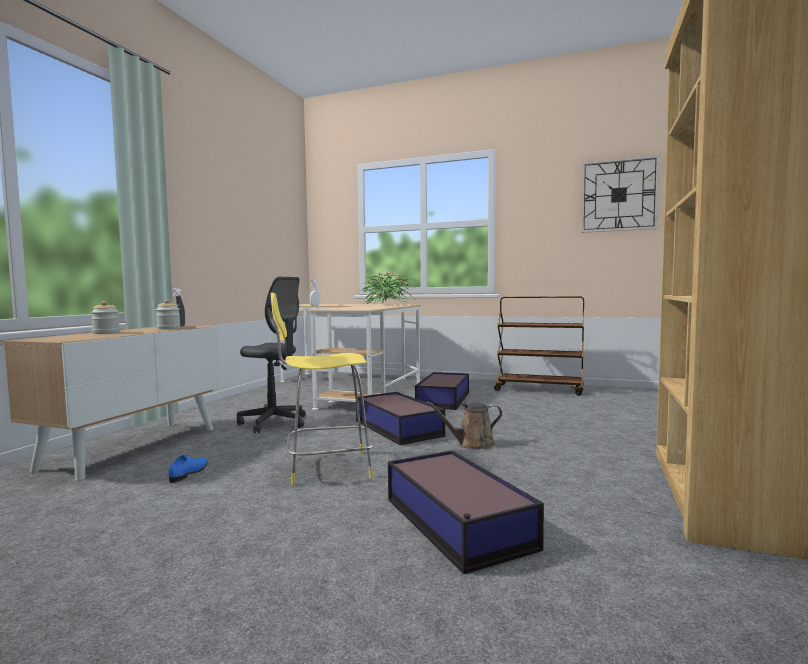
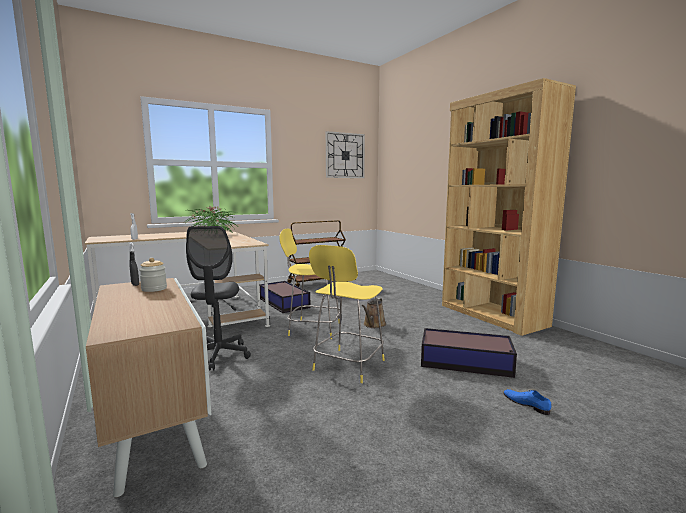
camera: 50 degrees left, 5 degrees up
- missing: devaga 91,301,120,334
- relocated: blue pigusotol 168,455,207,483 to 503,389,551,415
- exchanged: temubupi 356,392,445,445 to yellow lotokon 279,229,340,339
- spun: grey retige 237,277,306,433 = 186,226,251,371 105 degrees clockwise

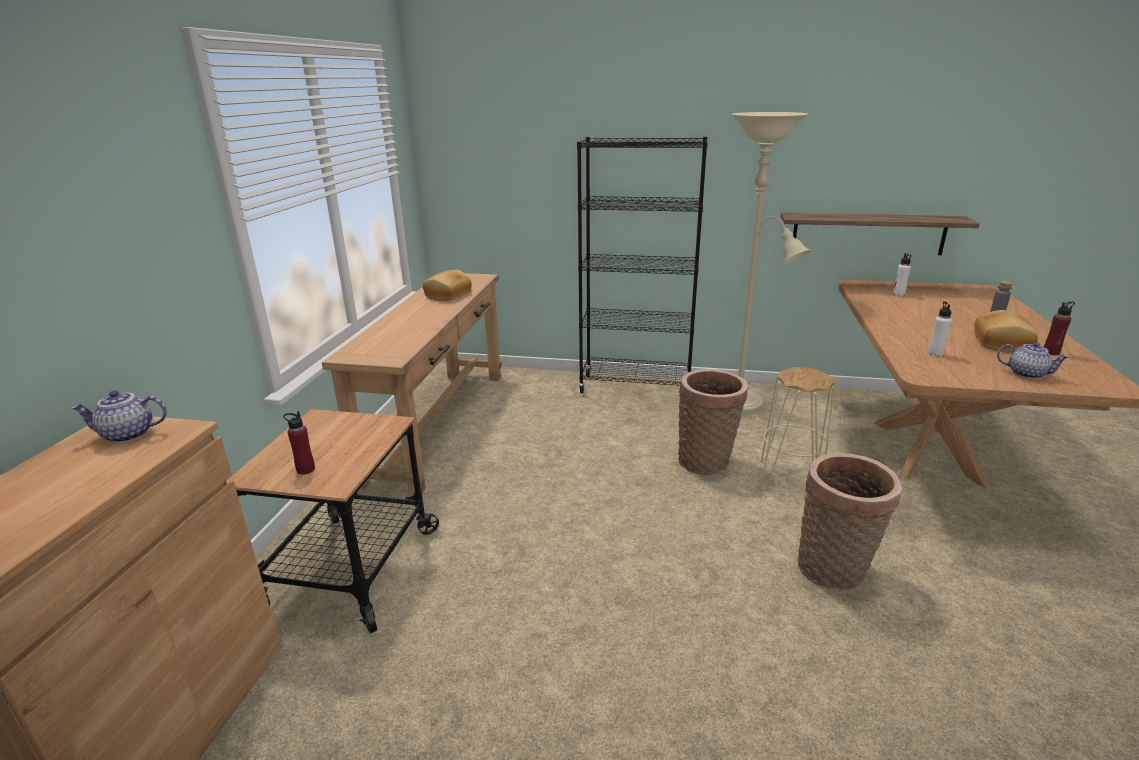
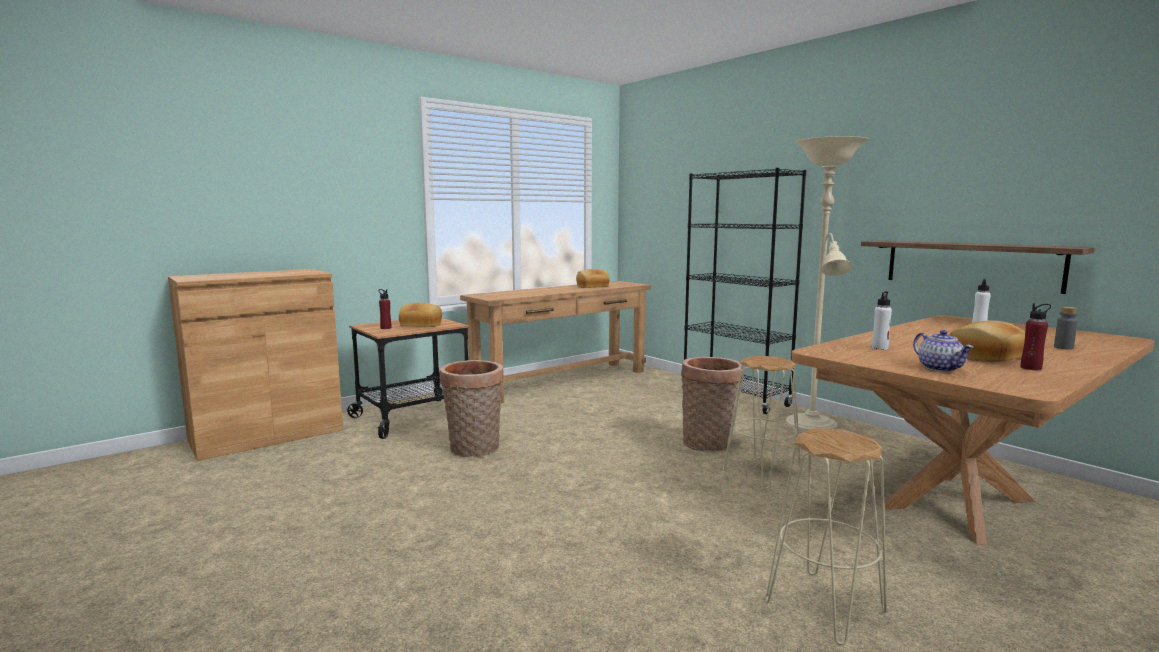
camera: 40 degrees right, 15 degrees down
- missing: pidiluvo 71,391,167,443
- appeared: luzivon 399,303,442,327
- appeared: beige lotokon 766,428,887,645
- relocated: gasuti 798,453,902,590 to 440,360,504,457

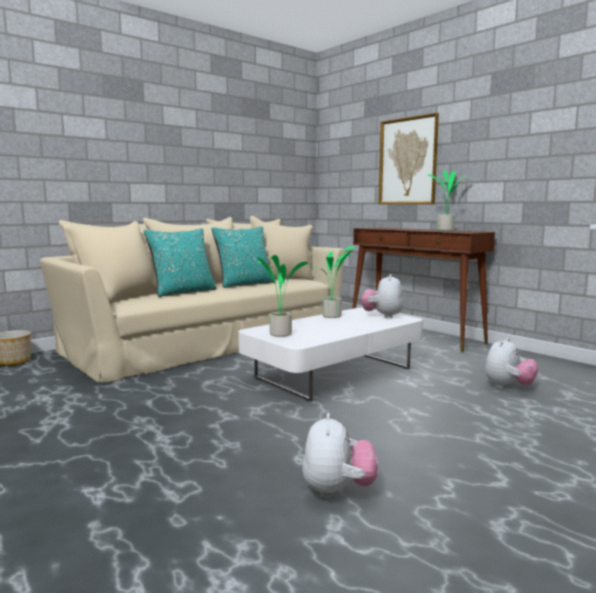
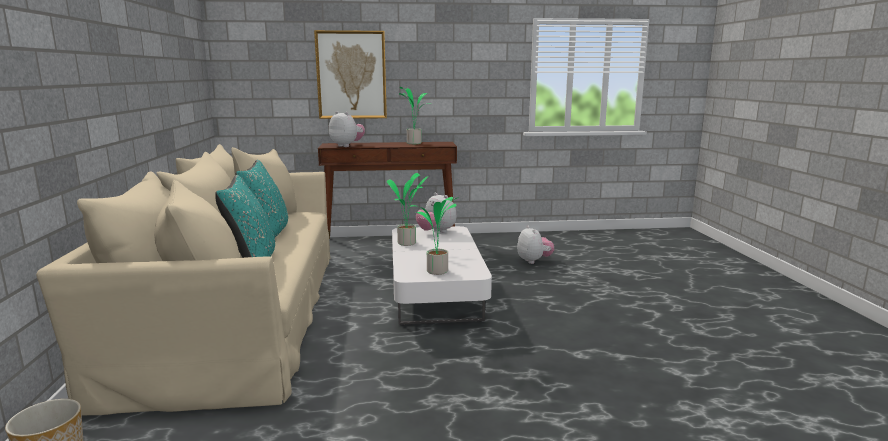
camera: 55 degrees left, 5 degrees up
- relocated: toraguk 302,413,378,498 to 329,111,365,147

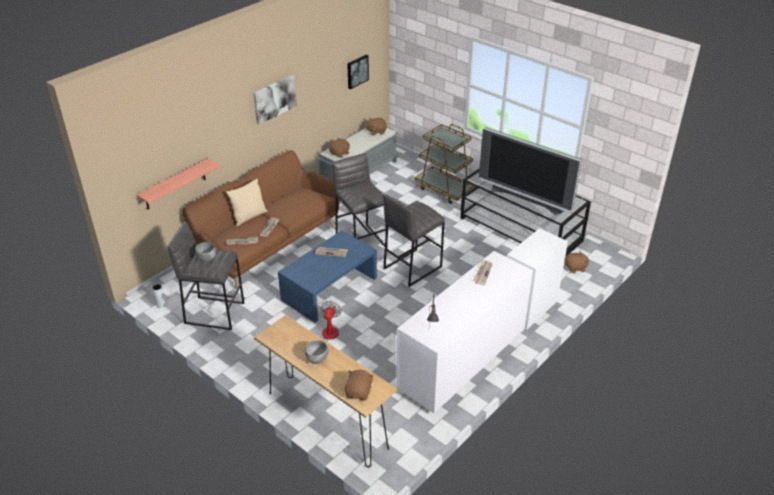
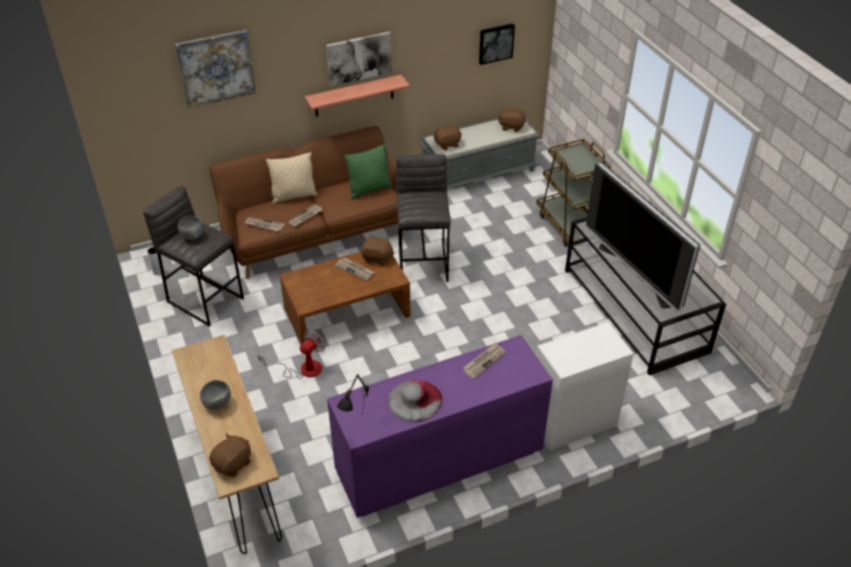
camera: 25 degrees right, 5 degrees up
- missing: grey lotokon 383,194,445,287
- appeared: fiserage 175,30,256,108
- appeared: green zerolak 344,144,393,199
- appeared: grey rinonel 388,380,442,422
- relocated: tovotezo 137,158,221,209 to 305,75,410,116
- relocated: brown toraguk 565,251,589,273 to 361,237,395,265
- colour: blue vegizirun 278,230,377,323 to brown vegizirun 279,252,411,344
- colour: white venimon 396,251,533,413 to purple venimon 327,335,553,518

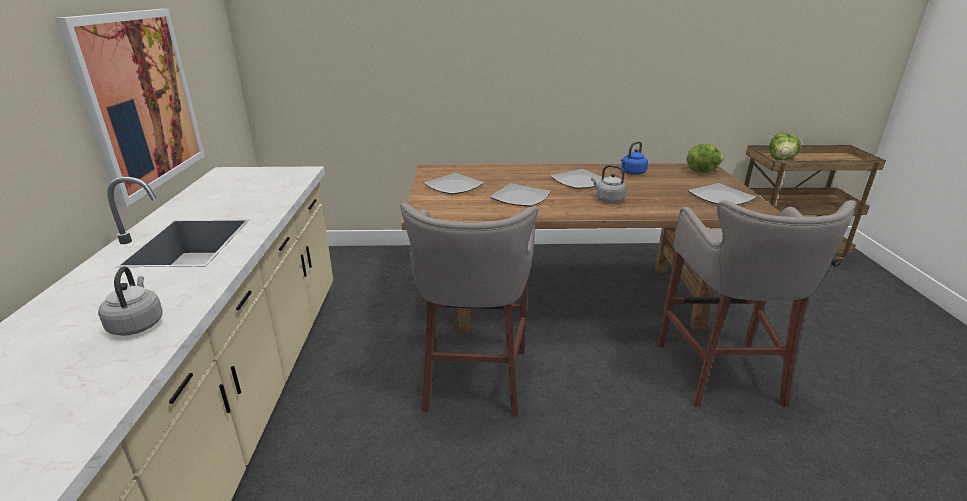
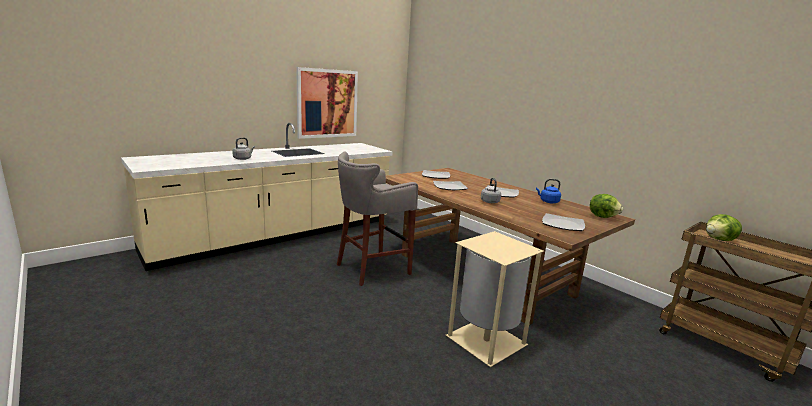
camera: 50 degrees right, 10 degrees down
- exchanged: grey lotokon 658,200,856,407 to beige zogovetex 446,231,544,367

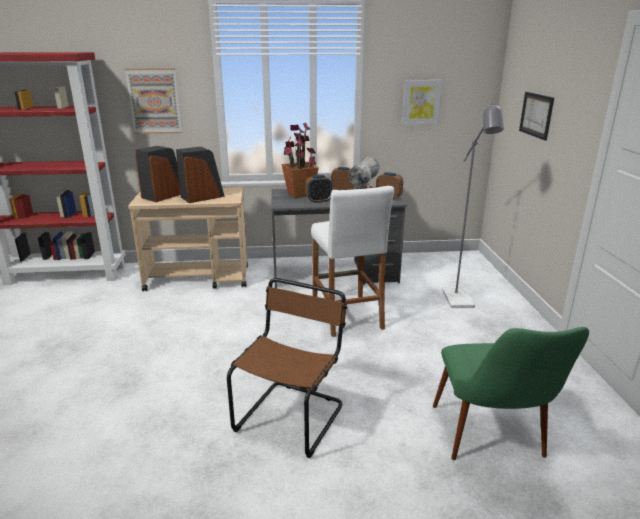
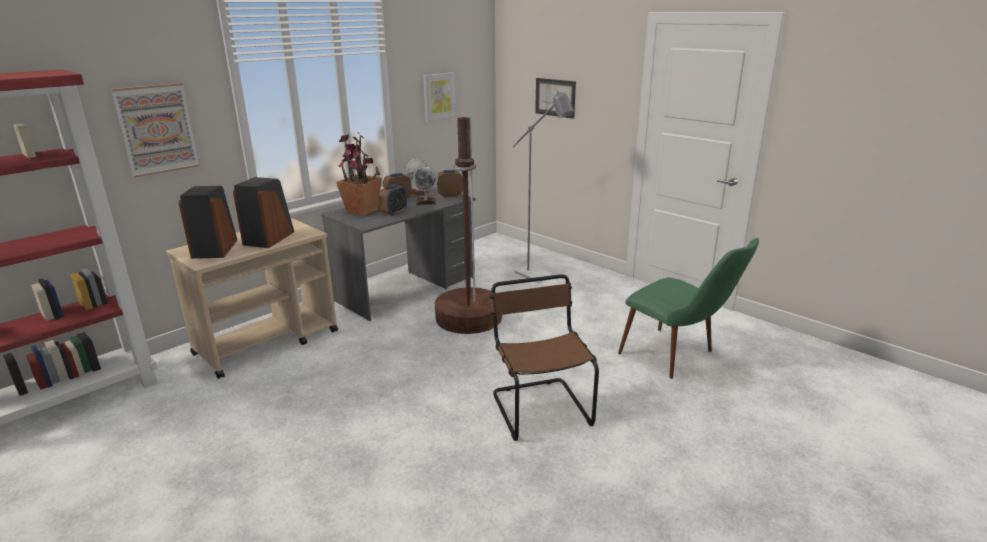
camera: 40 degrees left, 0 degrees up
- exchanged: white lotokon 311,186,394,337 to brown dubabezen 435,117,502,334

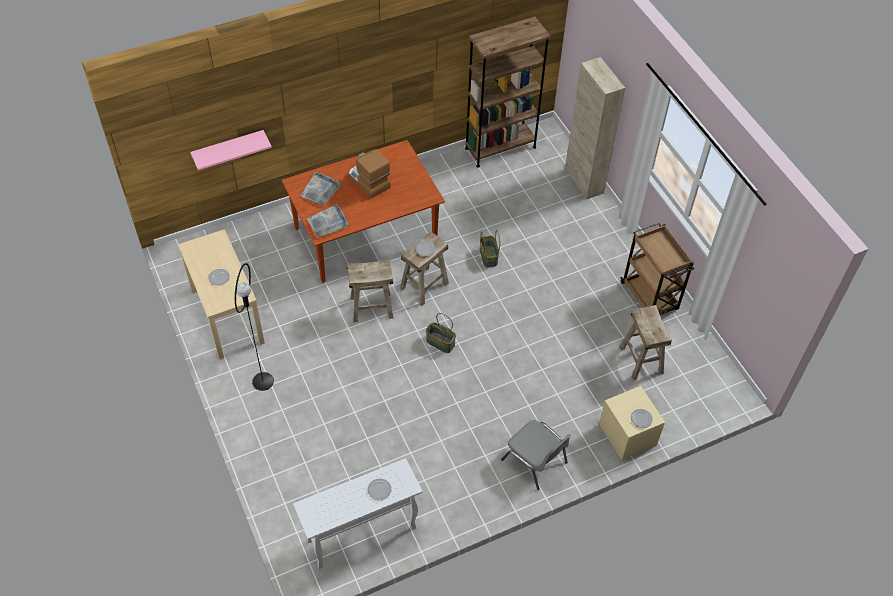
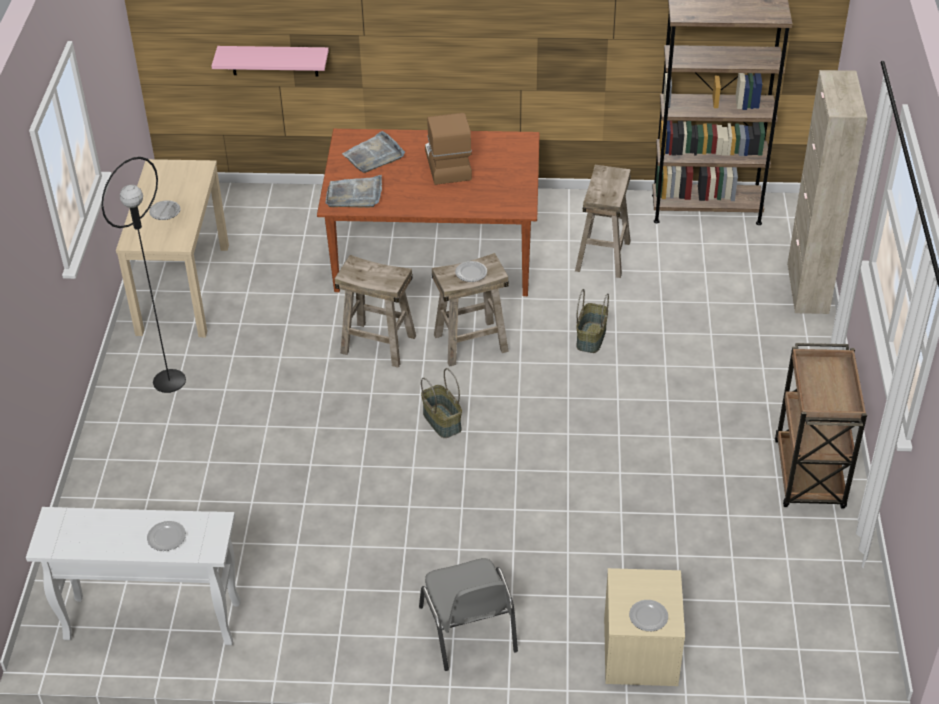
camera: 30 degrees right, 10 degrees down
- relocated: beige lotokon 620,305,672,380 to 575,165,631,278

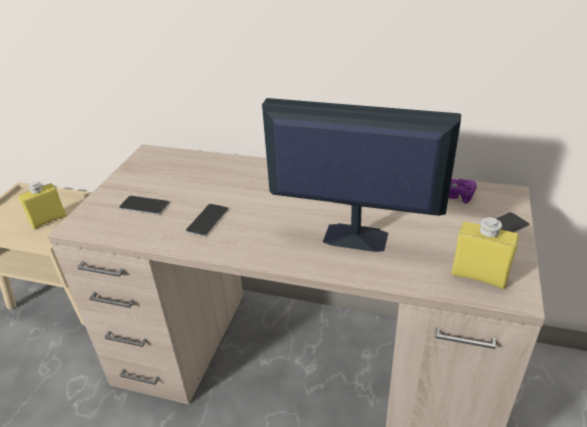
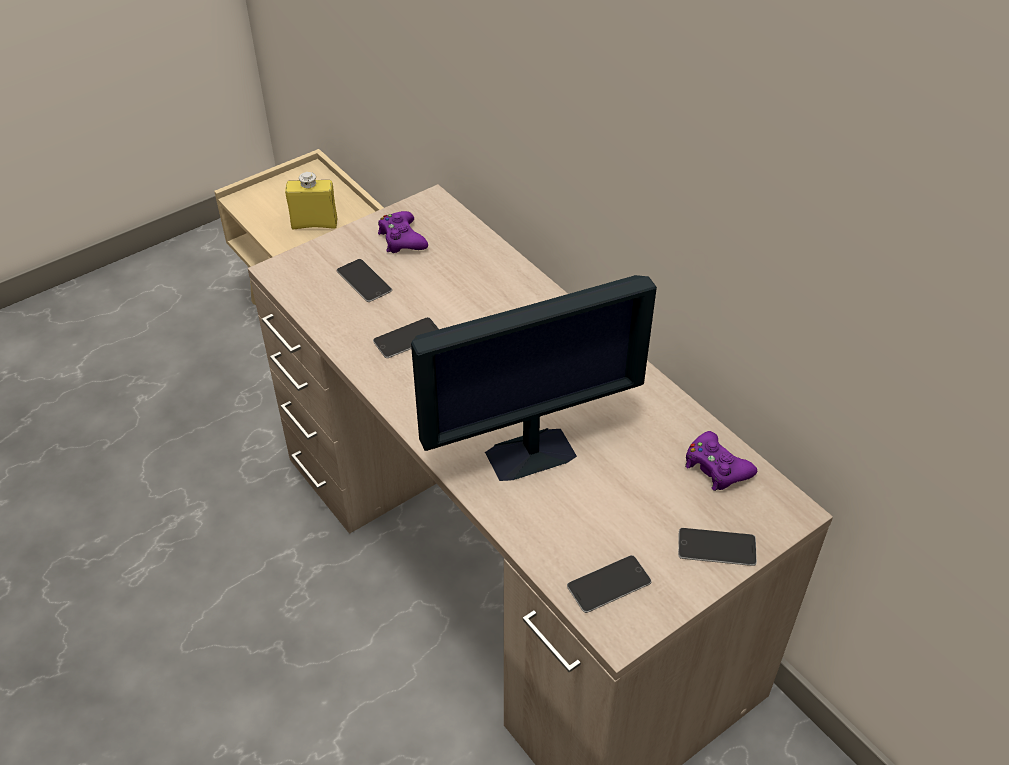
camera: 35 degrees right, 10 degrees up
- appeared: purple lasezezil 378,211,428,253
- exchanged: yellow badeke 451,217,519,289 to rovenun 567,555,652,613
- spun: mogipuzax 262,98,461,252 = 411,275,657,481 105 degrees clockwise

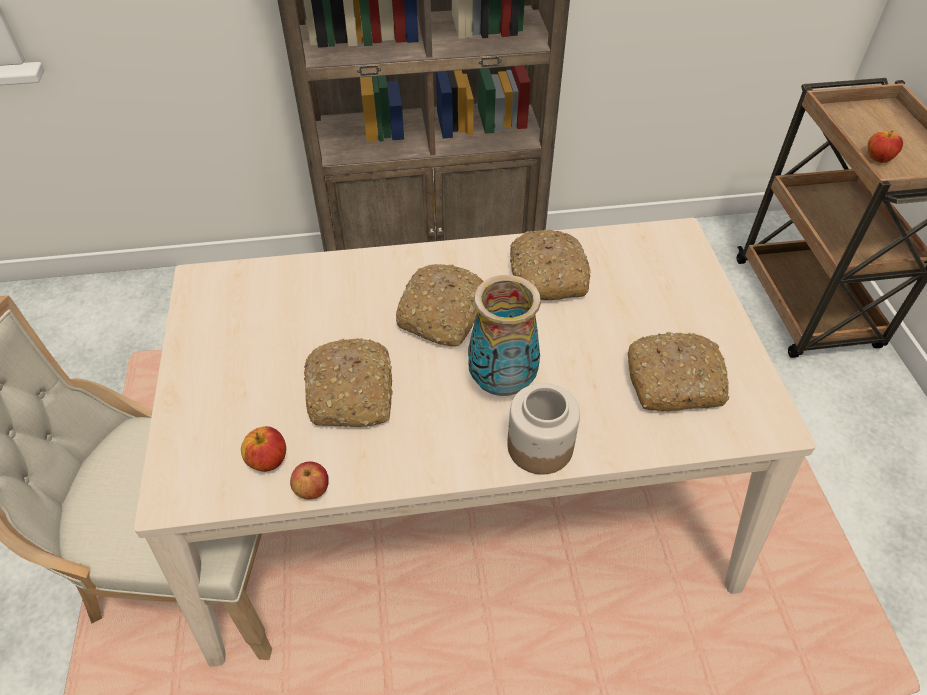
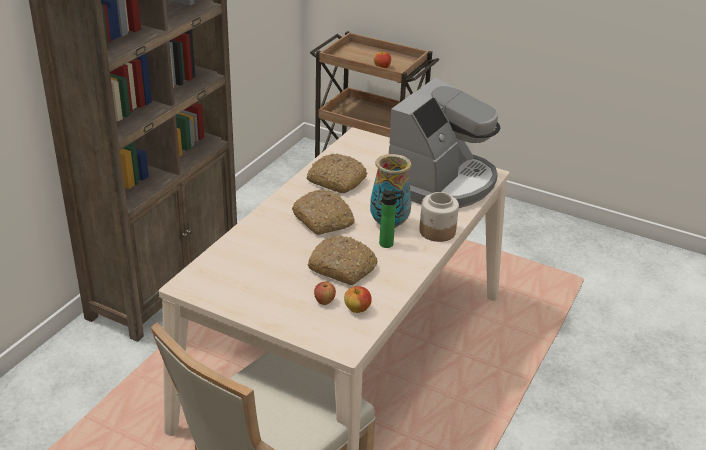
camera: 55 degrees left, 15 degrees down
- appeared: badeke 379,190,403,248
- relocated: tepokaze 290,461,329,499 to 314,282,336,305
- exchanged: luzivon 628,332,729,412 to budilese 389,77,500,208

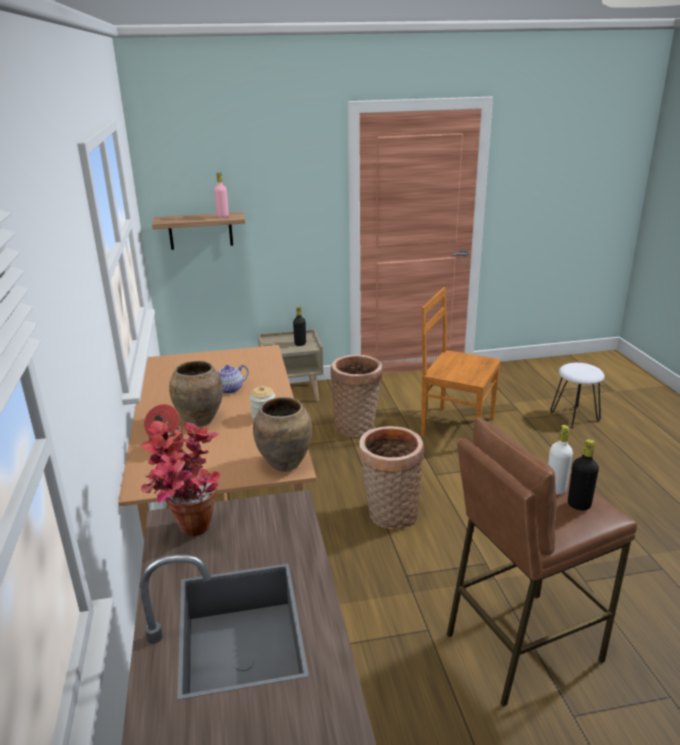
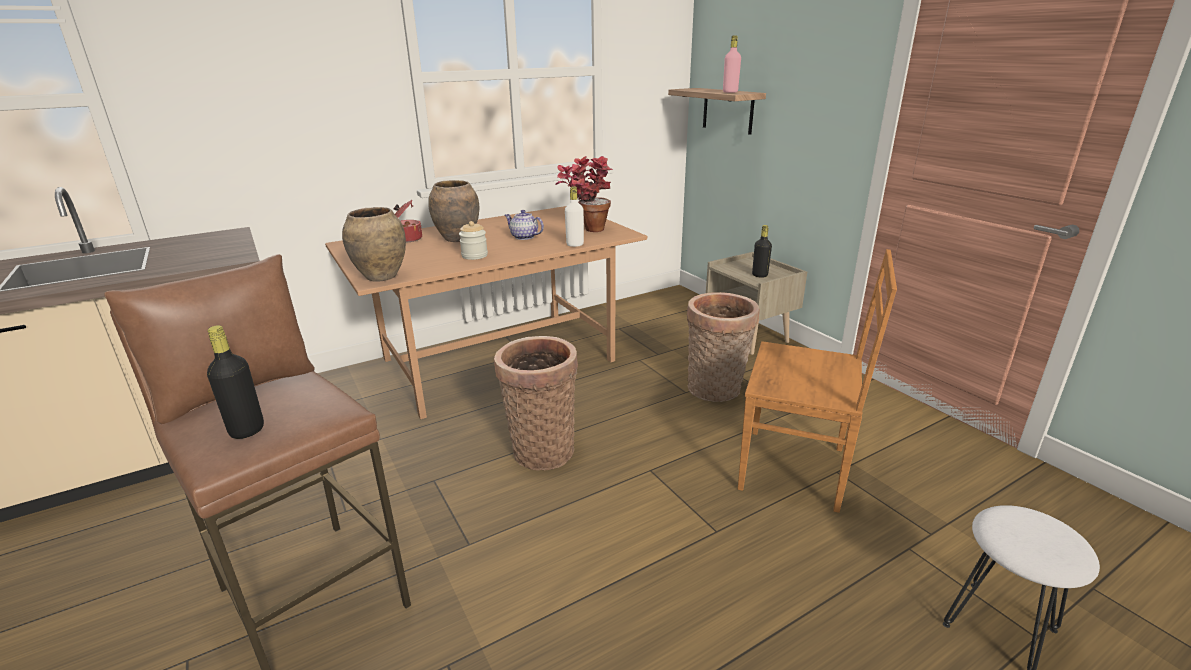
camera: 70 degrees right, 0 degrees up
- relocated: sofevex 141,421,220,536 to 556,156,613,232
- relocated: white badeke 548,425,573,494 to 565,187,584,247
- spun: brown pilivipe 421,287,501,437 = 738,249,897,513 105 degrees clockwise

